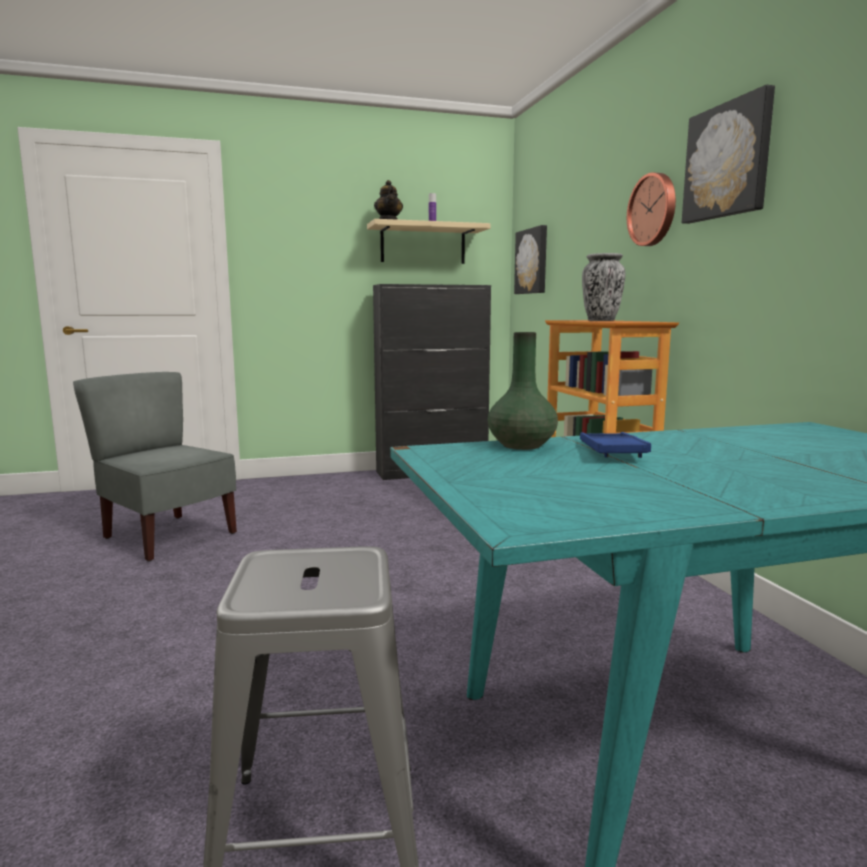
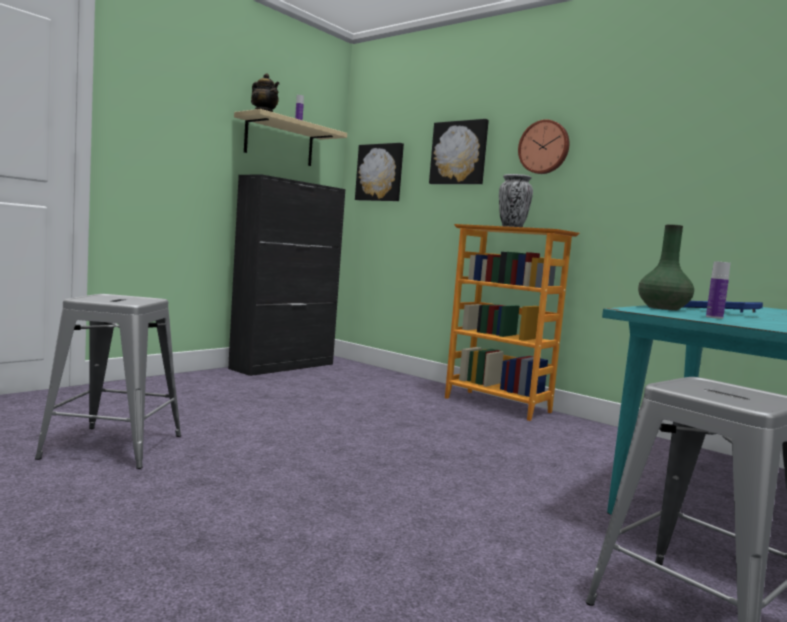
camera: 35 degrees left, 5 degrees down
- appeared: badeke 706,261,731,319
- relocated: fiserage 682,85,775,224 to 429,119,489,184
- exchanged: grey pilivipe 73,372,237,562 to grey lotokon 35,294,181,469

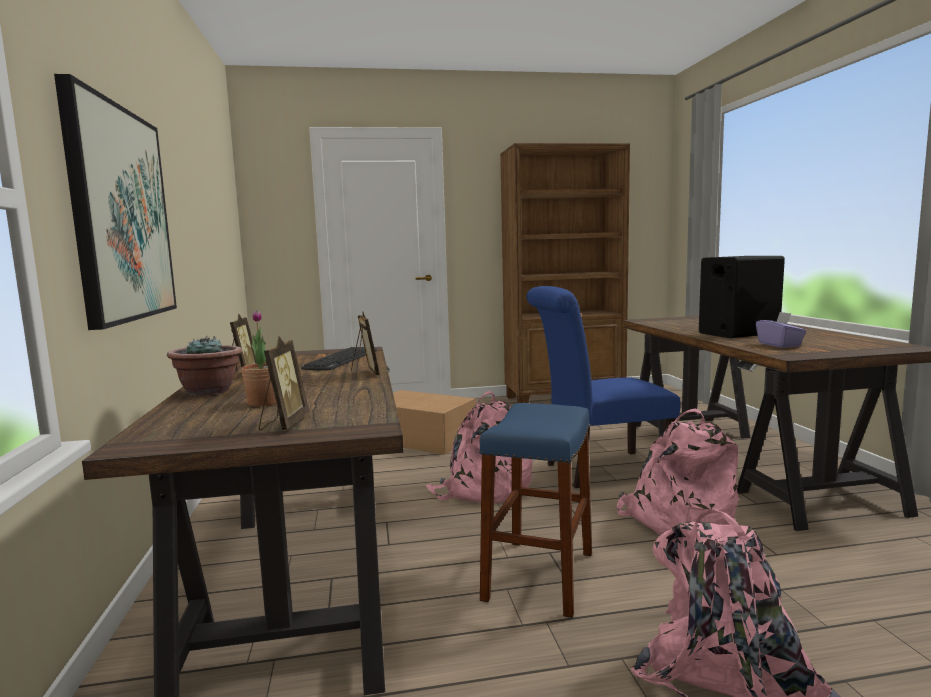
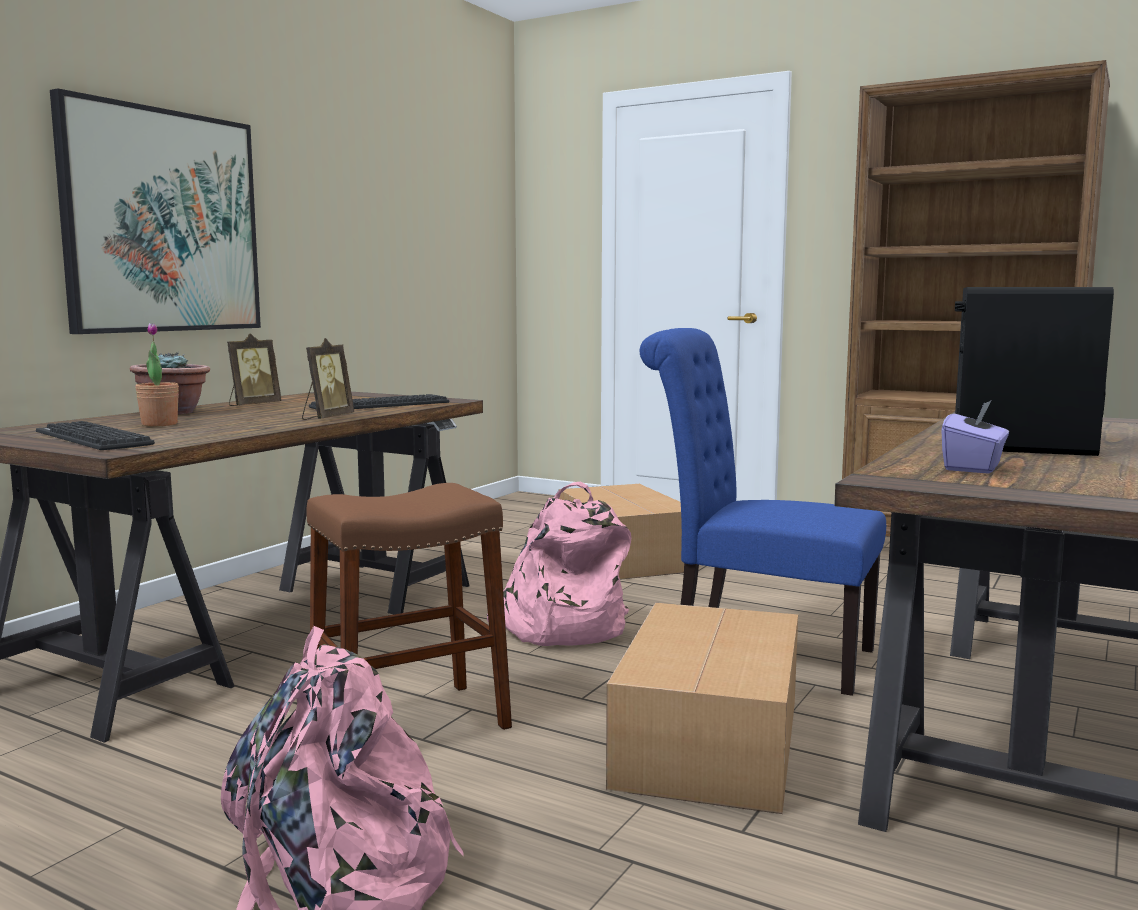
camera: 40 degrees right, 0 degrees up
- exchanged: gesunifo 259,336,309,431 to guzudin 36,421,155,450
- exchanged: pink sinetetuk 617,409,739,535 to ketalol 606,603,798,814
- colour: blue lotokon 479,403,592,618 to brown lotokon 306,483,512,730

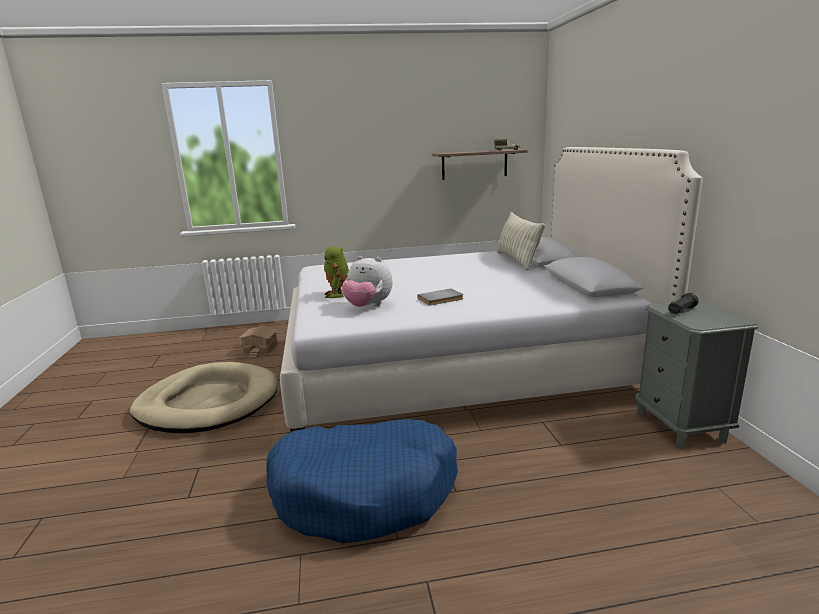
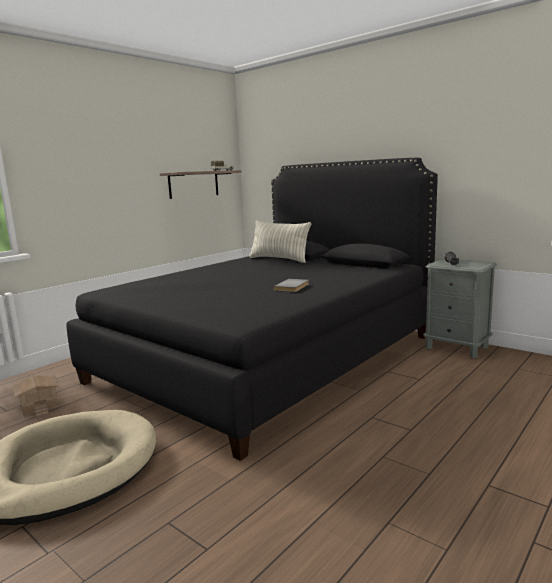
camera: 40 degrees left, 5 degrees down
- missing: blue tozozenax 266,419,458,543
- missing: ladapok 324,246,349,298
- missing: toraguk 342,256,393,307
- colour: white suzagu 280,147,702,432 to black suzagu 66,158,438,461

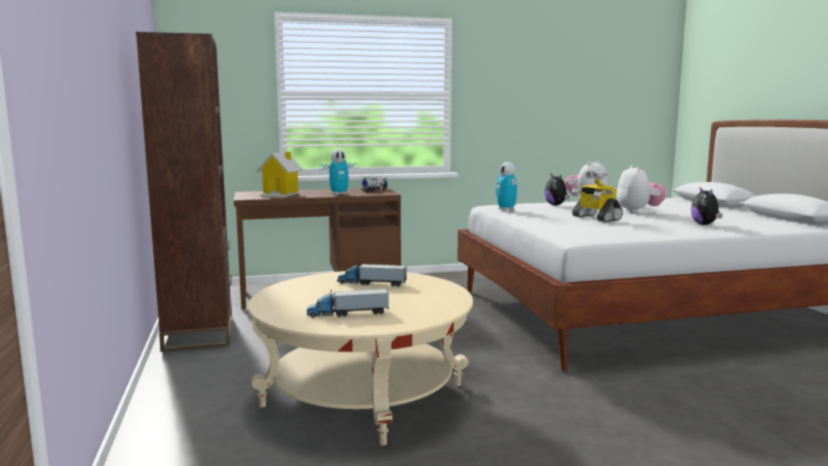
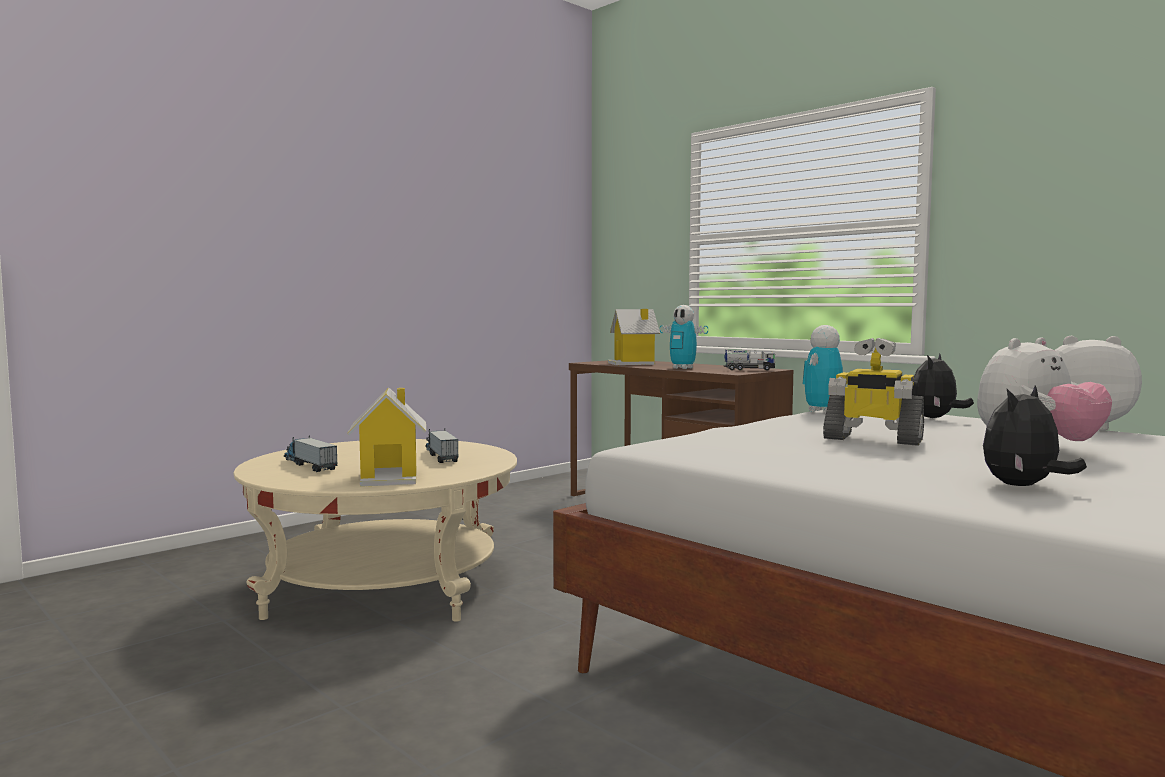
camera: 60 degrees right, 5 degrees down
- missing: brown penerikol 136,32,232,352
- appeared: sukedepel 347,388,426,487
- spun: ladapok 571,170,623,222 = 823,338,924,446 90 degrees counterclockwise

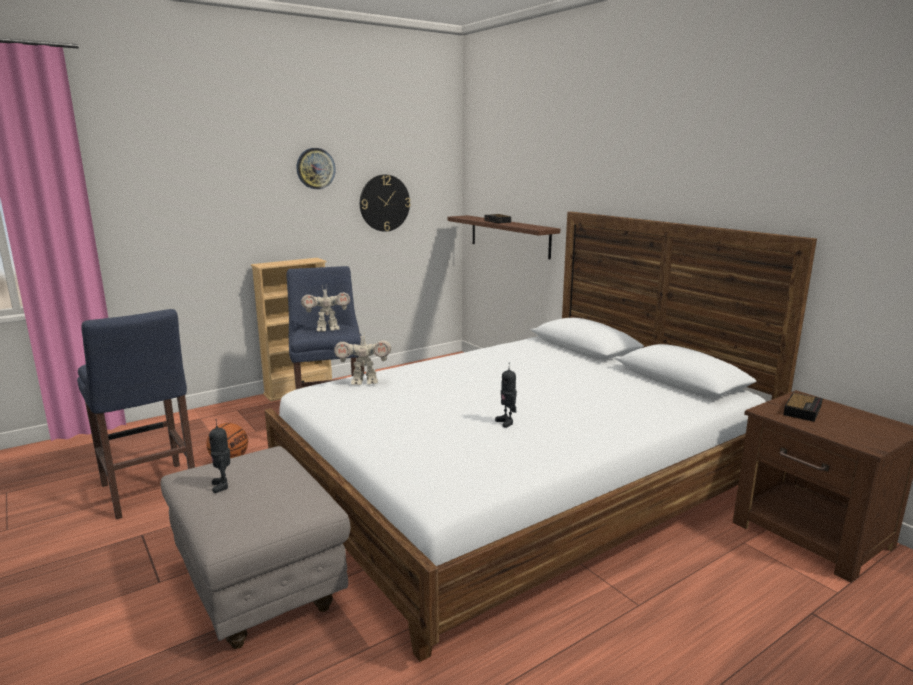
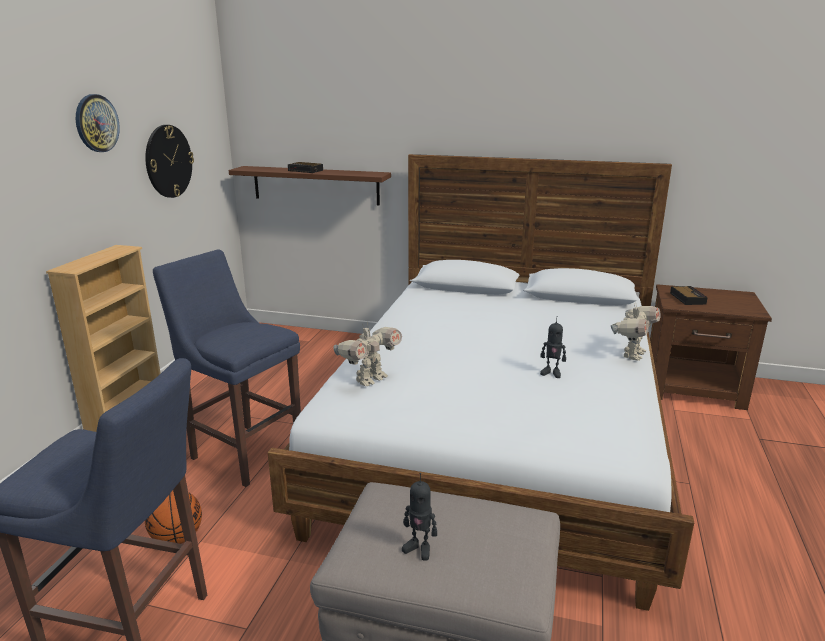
camera: 40 degrees left, 5 degrees up
- relocated: ladapok 301,287,350,331 to 611,304,661,361

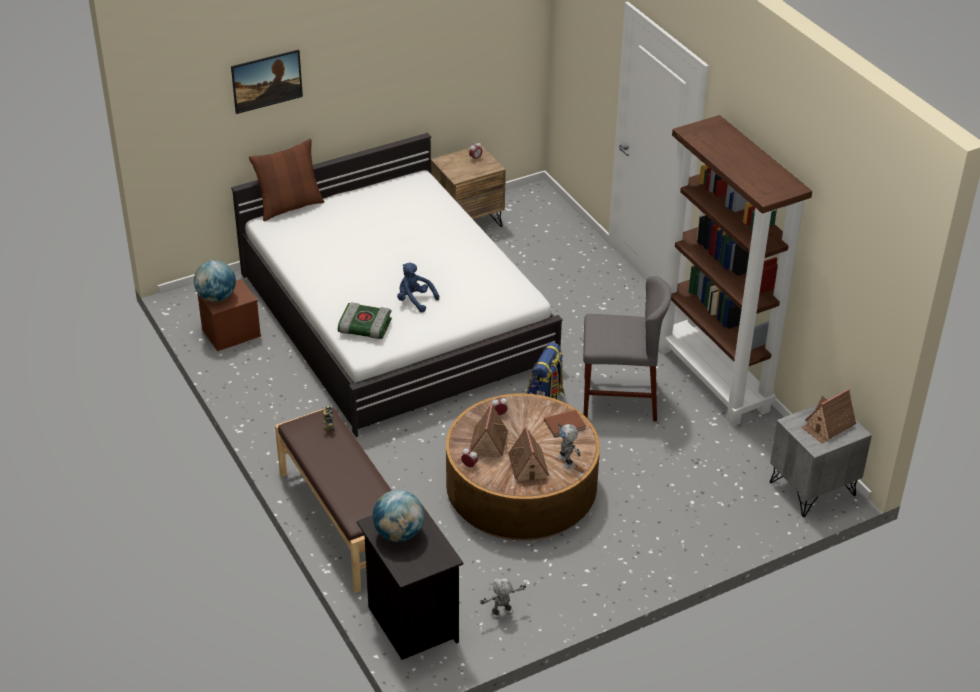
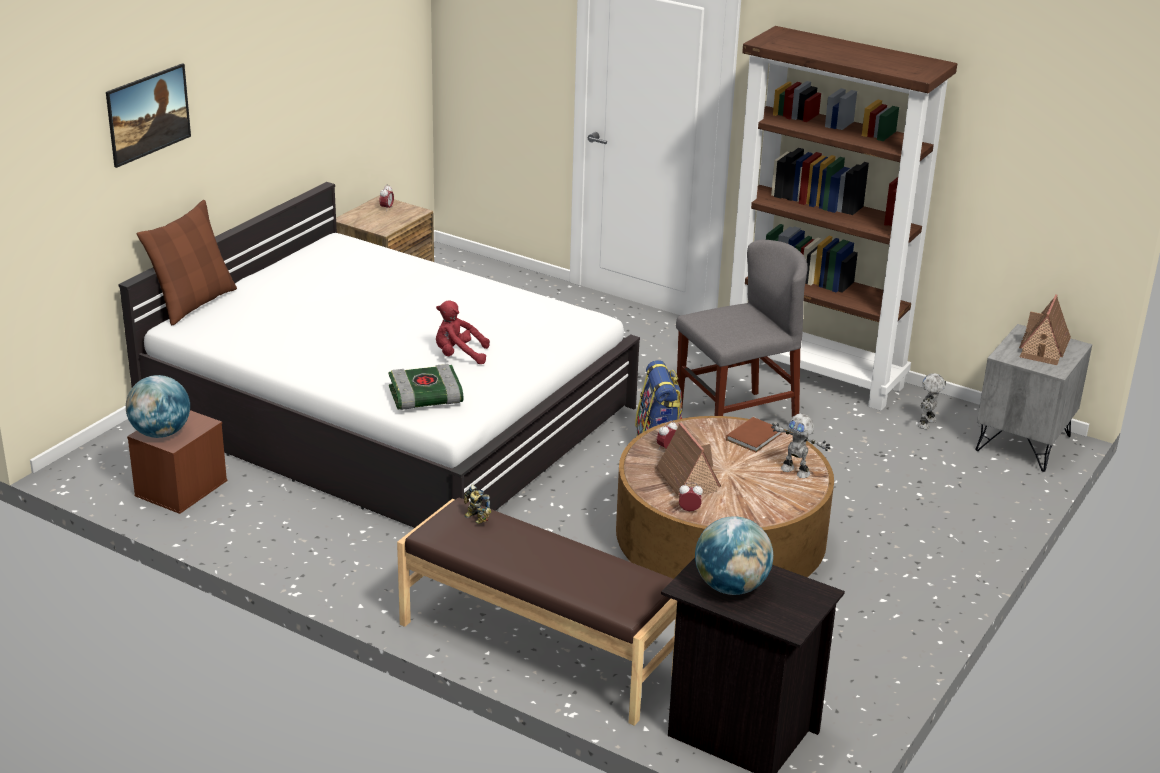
camera: 30 degrees left, 10 degrees down
- missing: sukedepel 508,426,549,487
- relocated: ladapok 480,577,526,619 to 917,373,946,429
- colour: blue toraguk 397,263,439,313 to red toraguk 436,300,490,364

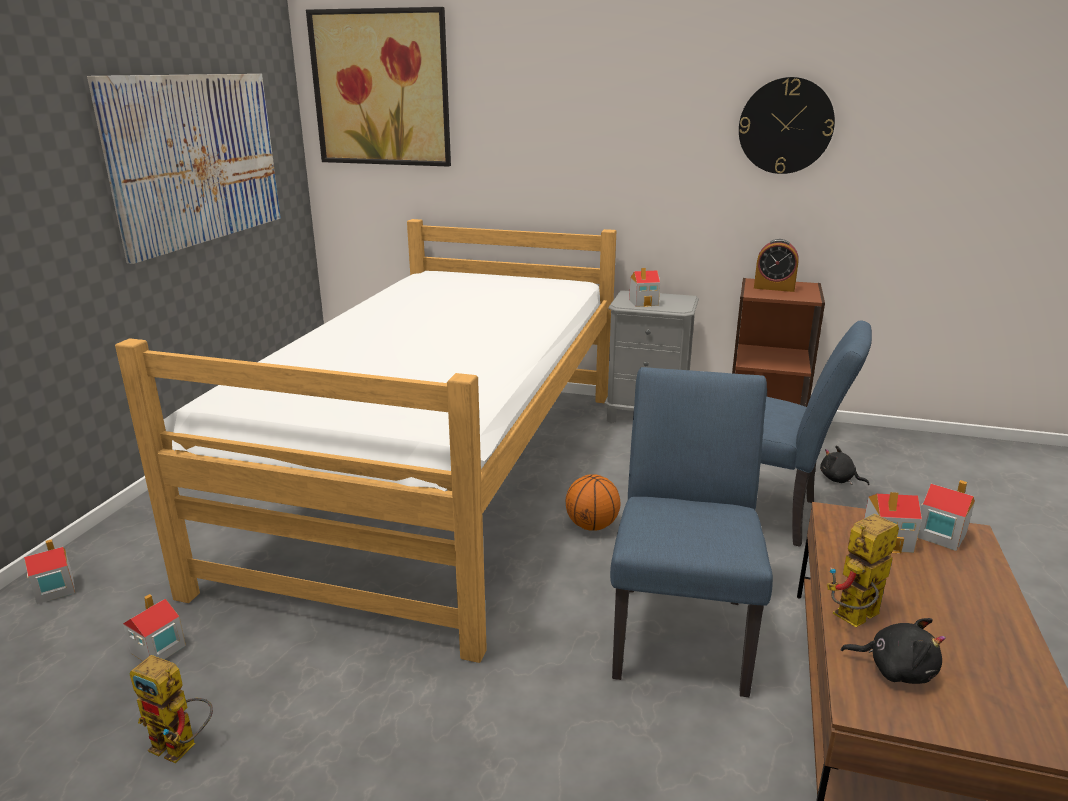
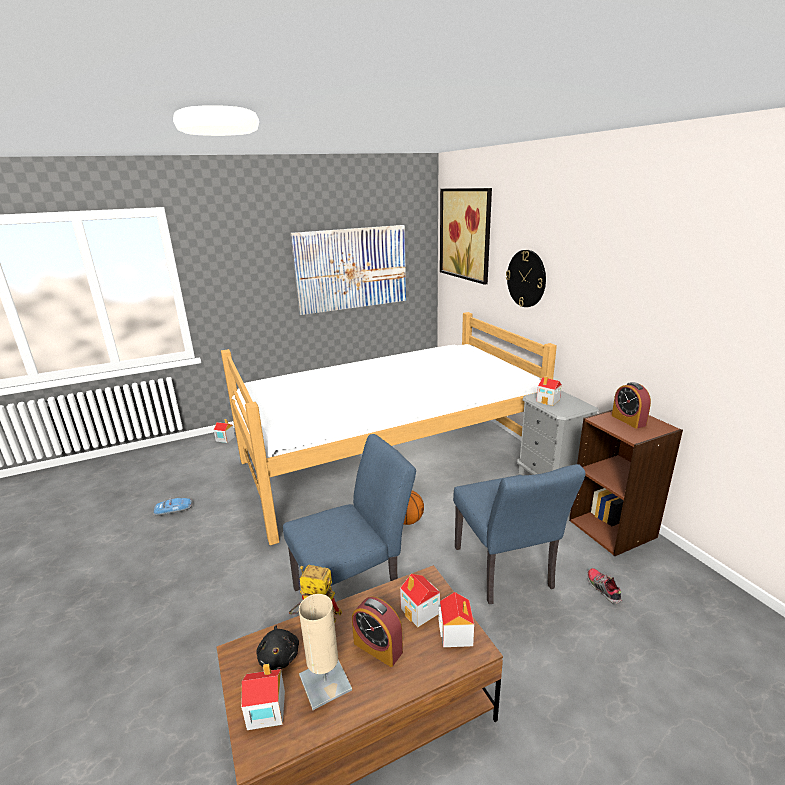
camera: 50 degrees right, 0 degrees up
- appeared: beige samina 299,594,352,710
- appeared: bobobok 352,596,403,667
- relocated: sukedepel 123,594,186,661 to 241,664,285,730
- relocated: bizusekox 739,77,835,174 to 506,250,546,307
- exchanged: ladapok 129,655,213,763 to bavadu 154,497,192,516
- exchanged: black toraguk 820,445,869,485 to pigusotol 587,568,622,604

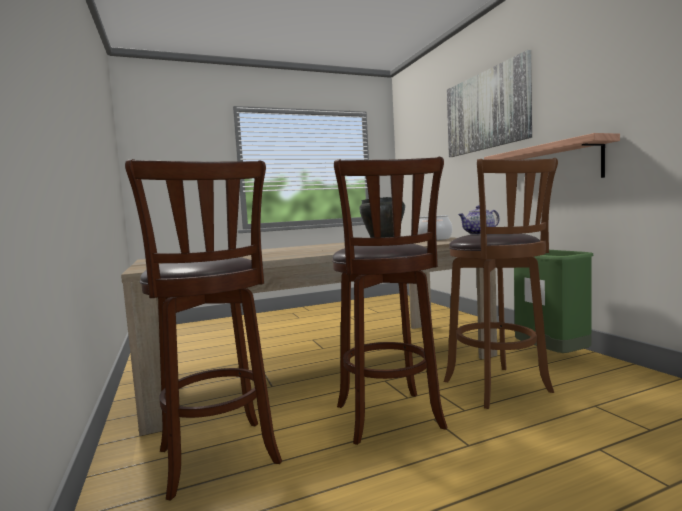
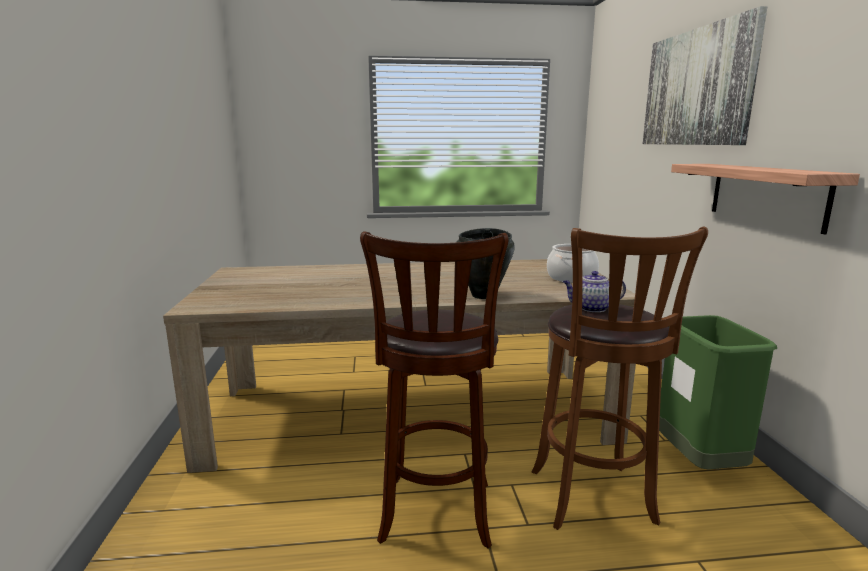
camera: 15 degrees right, 10 degrees up
- missing: brown lotokon 125,159,282,501

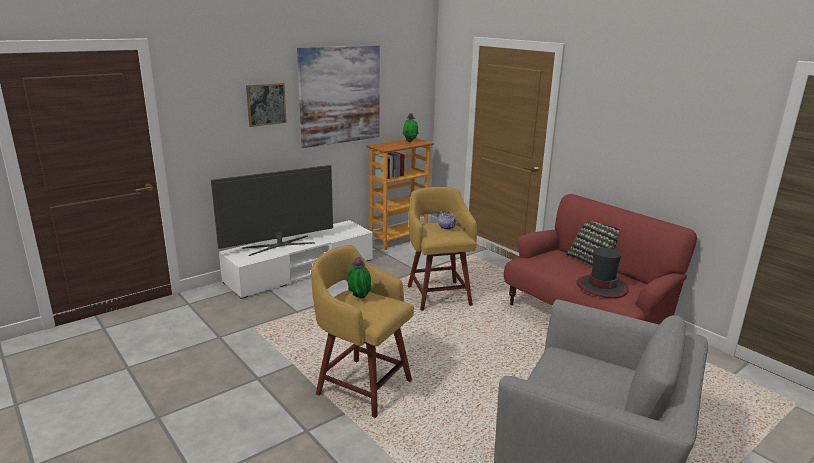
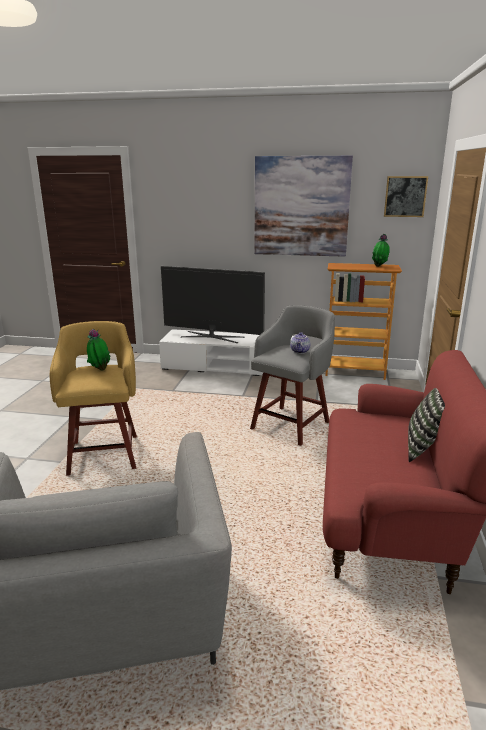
camera: 50 degrees right, 0 degrees up
- missing: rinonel 576,247,628,299
- relocated: fiserage 246,83,287,127 to 384,176,428,217
- colour: yellow lotokon 408,187,477,311 to grey lotokon 250,305,335,446

